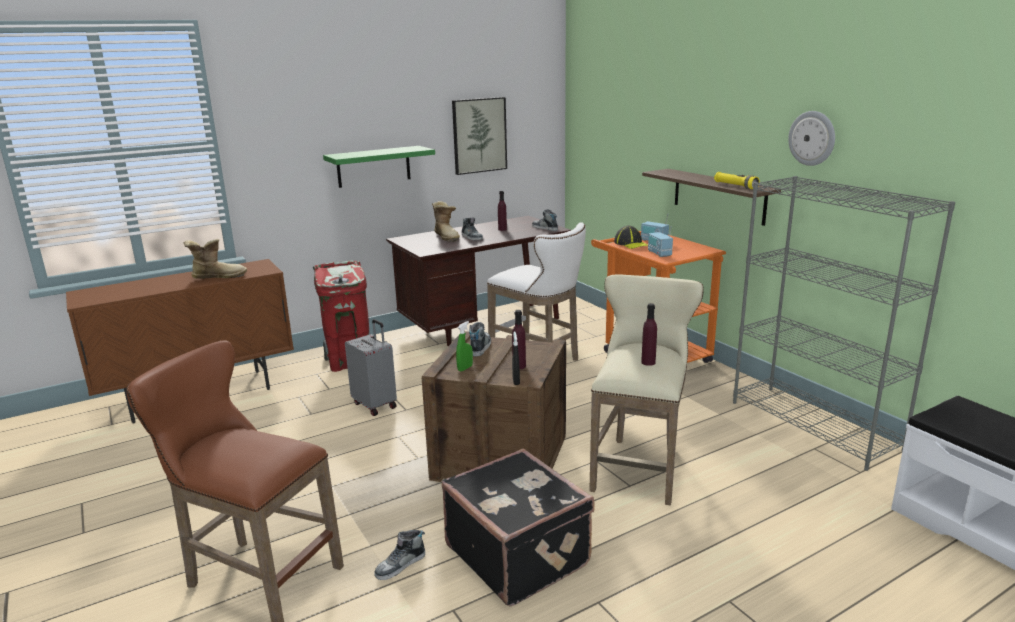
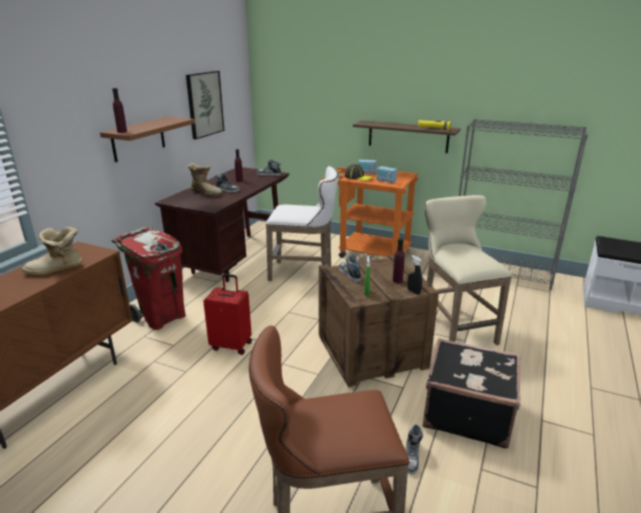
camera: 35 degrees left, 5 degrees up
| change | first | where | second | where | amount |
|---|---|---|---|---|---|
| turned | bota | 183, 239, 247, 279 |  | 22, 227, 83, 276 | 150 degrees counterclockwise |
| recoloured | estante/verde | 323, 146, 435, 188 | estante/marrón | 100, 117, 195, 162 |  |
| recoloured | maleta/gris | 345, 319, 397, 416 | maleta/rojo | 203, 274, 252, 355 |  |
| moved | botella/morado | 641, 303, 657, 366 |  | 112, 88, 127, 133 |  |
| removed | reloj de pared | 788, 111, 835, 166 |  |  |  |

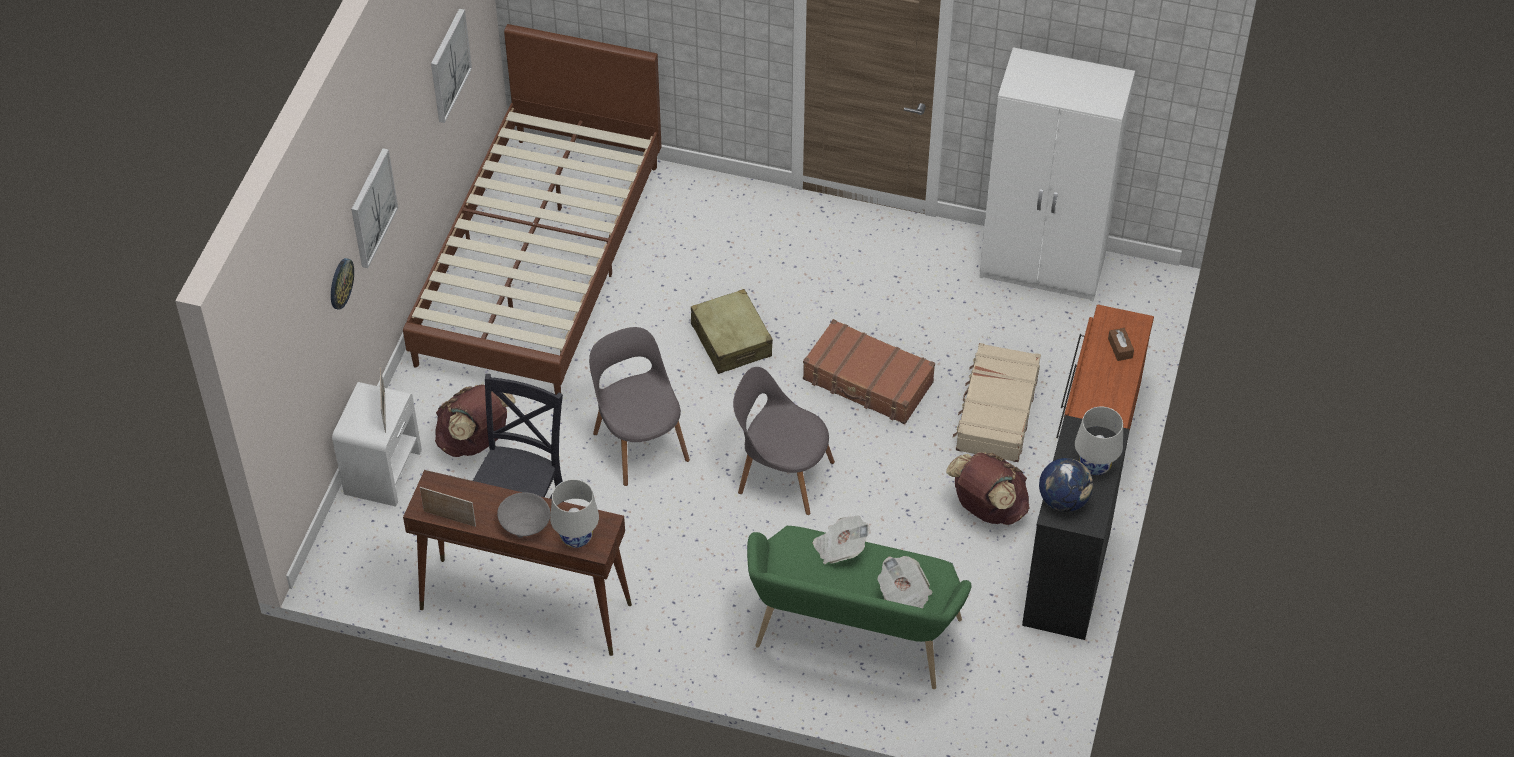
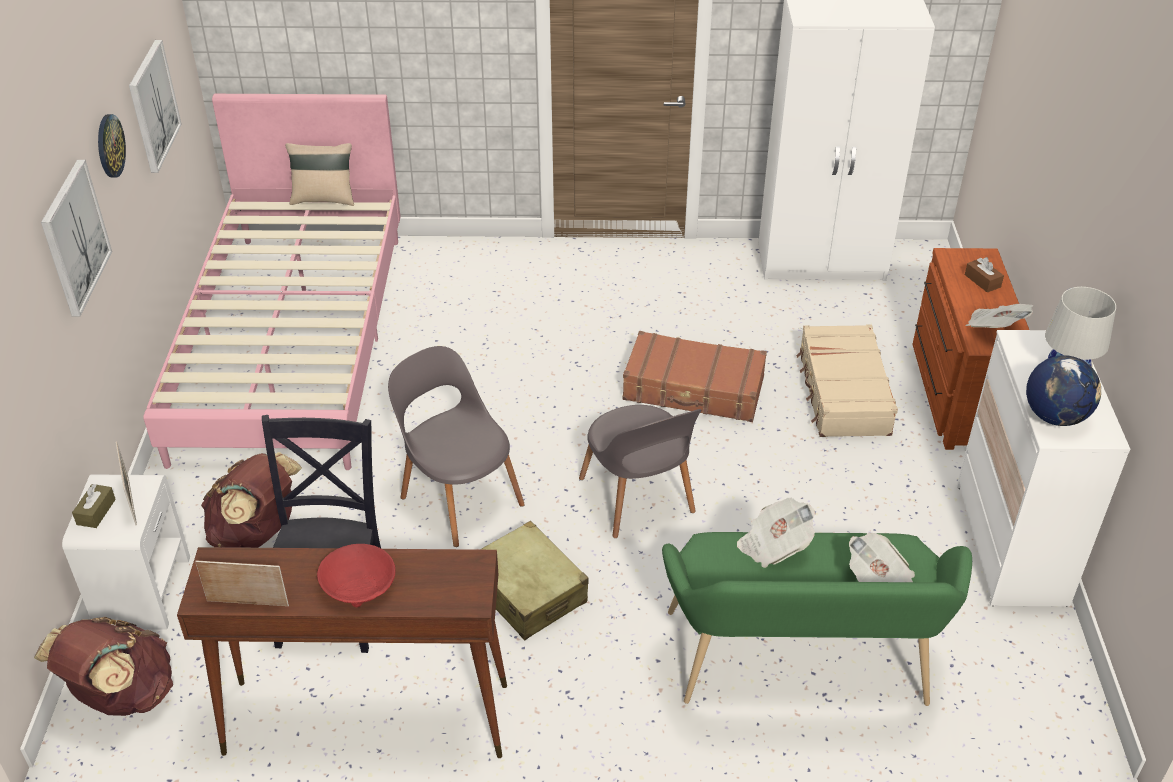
camera: 15 degrees left, 10 degrees down
| change | first | where | second | where | amount |
|---|---|---|---|---|---|
| moved | reloj de pared | 331, 258, 354, 310 |  | 98, 114, 126, 178 |  |
| recoloured | cama/marrón | 403, 24, 662, 395 | cama/rosa | 143, 94, 401, 470 |  |
| recoloured | cuenco/gris | 497, 492, 551, 538 | cuenco/rojo | 317, 544, 396, 607 |  |
| removed | lámpara de mesa/blanco | 550, 479, 599, 548 |  |  |  |
| moved | maleta/beis | 691, 289, 773, 374 |  | 480, 521, 589, 640 |  |
| turned | silla/gris | 733, 367, 835, 515 |  | 579, 405, 701, 538 | 120 degrees counterclockwise |
| moved | mochila/marrón | 946, 452, 1030, 525 |  | 34, 617, 173, 716 |  |
| recoloured | cómoda/negro | 1022, 415, 1130, 640 | cómoda/blanco | 957, 330, 1130, 607 |  |
| added |  |  | caja de pañuelos/marrón | 72, 484, 116, 528 |  |
| added |  |  | cojín/beis | 285, 143, 354, 206 |  |
| added |  |  | periódico | 966, 304, 1034, 328 |  |

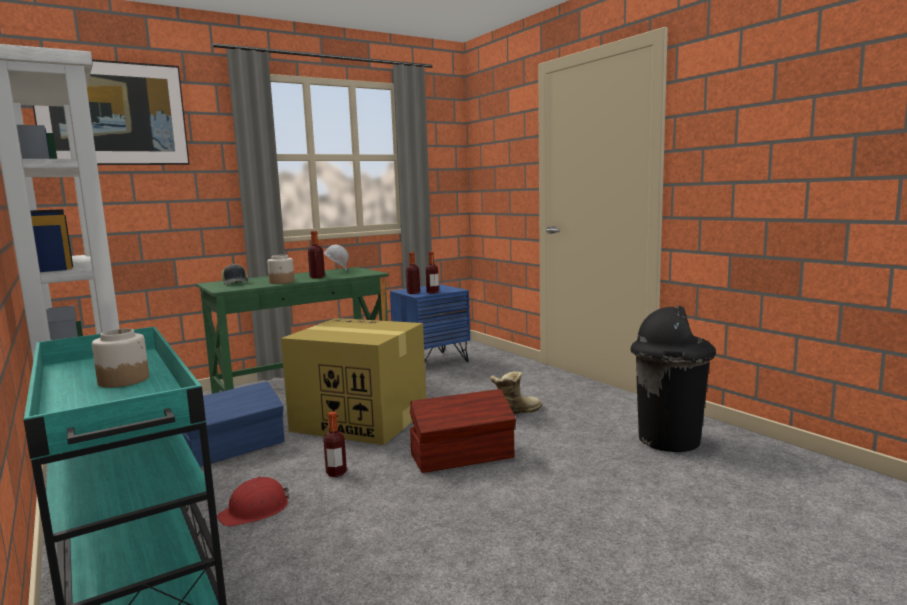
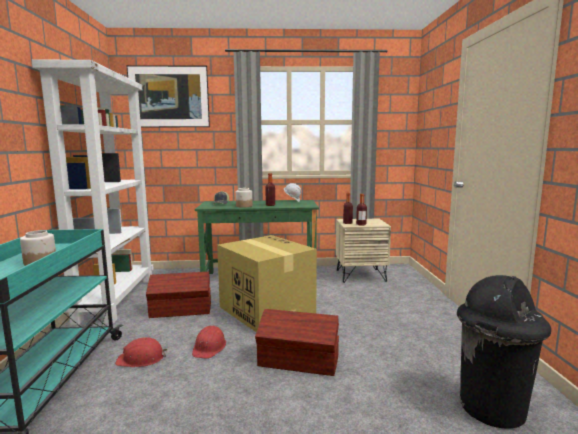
camera: 30 degrees right, 0 degrees up
| change | first | where | second | where | amount |
|---|---|---|---|---|---|
| recoloured | caja de almacenaje/azul | 182, 381, 285, 467 | caja de almacenaje/marrón | 146, 272, 211, 318 |  |
| replaced | botella | 323, 411, 347, 477 | casco/rojo | 192, 326, 226, 359 |  |
| recoloured | mesita de noche/azul | 390, 284, 470, 362 | mesita de noche/beis | 336, 219, 391, 283 |  |
| removed | bota | 490, 371, 542, 414 |  |  |  |

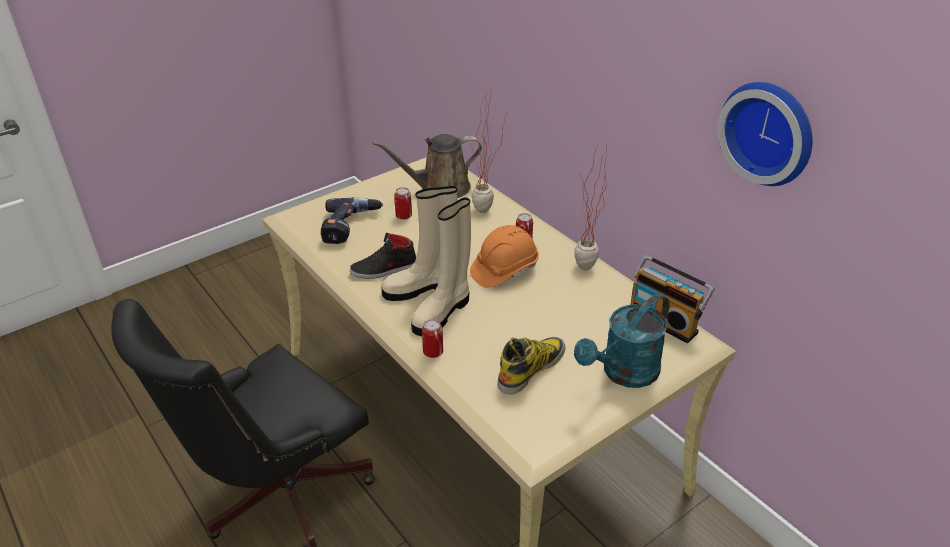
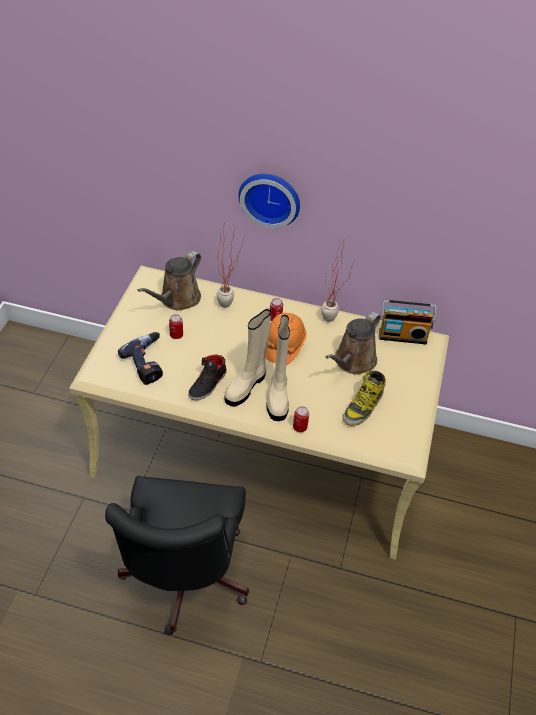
camera: 40 degrees left, 10 degrees up
| change | first | where | second | where | amount |
|---|---|---|---|---|---|
| turned | bota | 497, 337, 565, 395 |  | 342, 371, 386, 426 | 150 degrees counterclockwise |
| removed | regadera/turquesa | 574, 294, 670, 388 |  |  |  |
| moved | reloj de pared | 718, 82, 813, 186 |  | 239, 174, 300, 228 |  |
| added |  |  | regadera/marrón | 326, 312, 381, 375 |  |

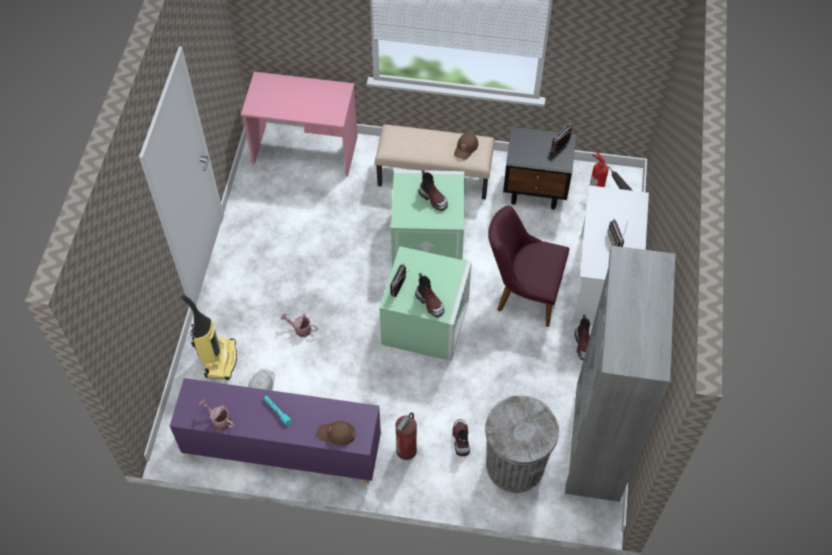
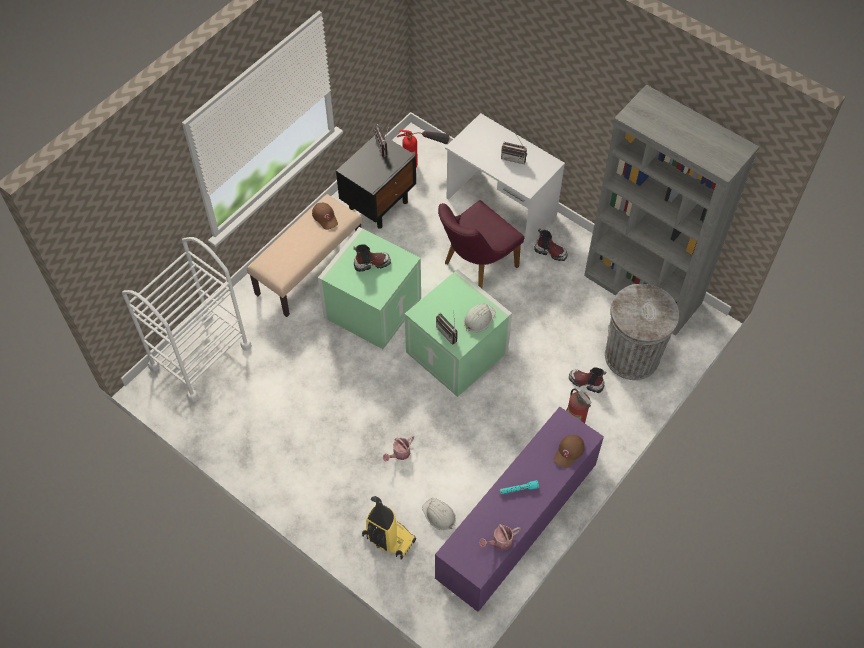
camera: 60 degrees left, 0 degrees up
| change | first | where | second | where | amount |
|---|---|---|---|---|---|
| replaced | escritorio/rosa | 241, 72, 358, 176 | carrito/blanco | 122, 237, 252, 402 |  |
| replaced | bota | 415, 273, 445, 318 | casco/blanco | 464, 304, 496, 332 |  |

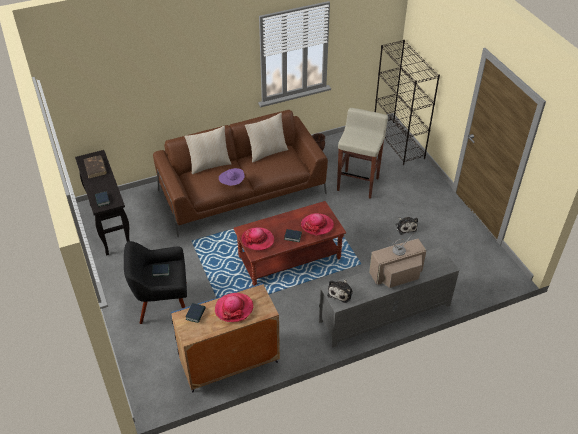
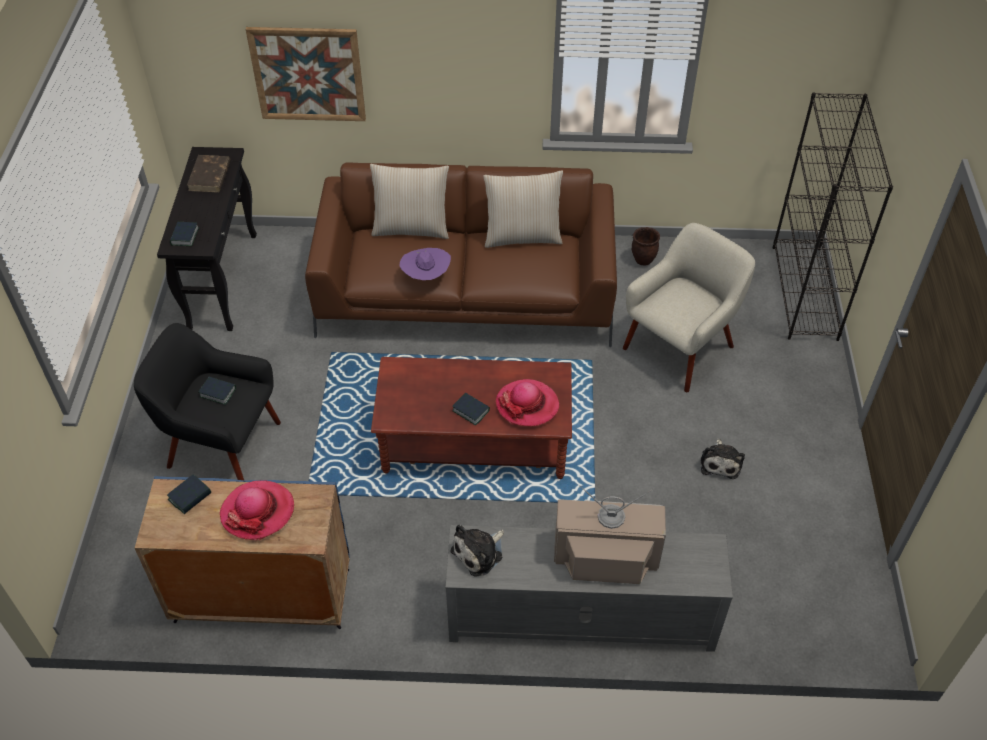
camera: 25 degrees right, 5 degrees up
| change | first | where | second | where | amount |
|---|---|---|---|---|---|
| removed | sombrero | 241, 227, 274, 250 |  |  |  |
| replaced | taburete/beis | 337, 108, 388, 199 | sillón/beis | 623, 223, 755, 392 |  |
| added |  |  | cuadro | 246, 27, 366, 121 |  |

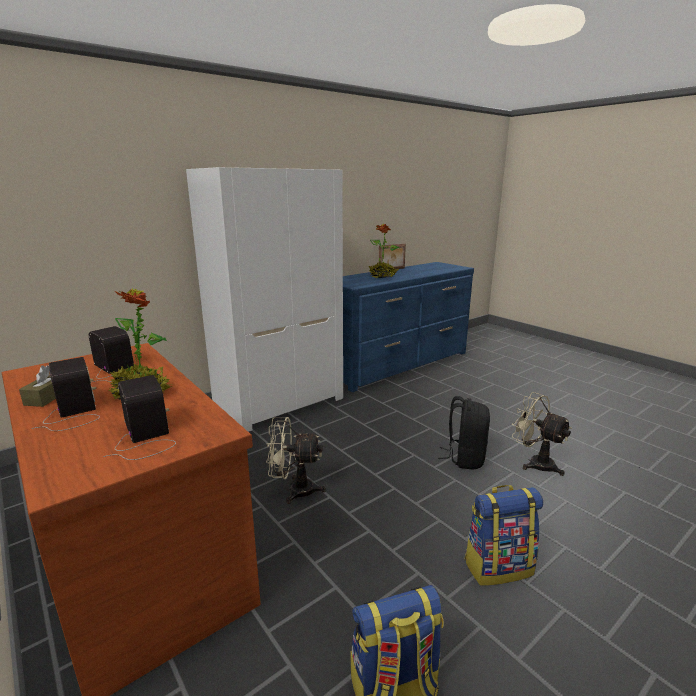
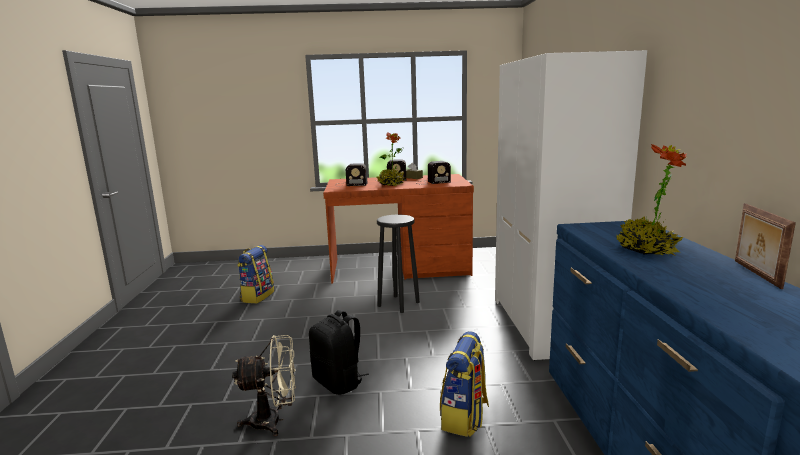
camera: 125 degrees right, 5 degrees down
| change | first | where | second | where | amount |
|---|---|---|---|---|---|
| replaced | ventilador/beis | 266, 417, 326, 504 | taburete/negro | 377, 215, 420, 313 |  |
| moved | mochila | 465, 485, 543, 585 |  | 440, 331, 489, 437 |  |

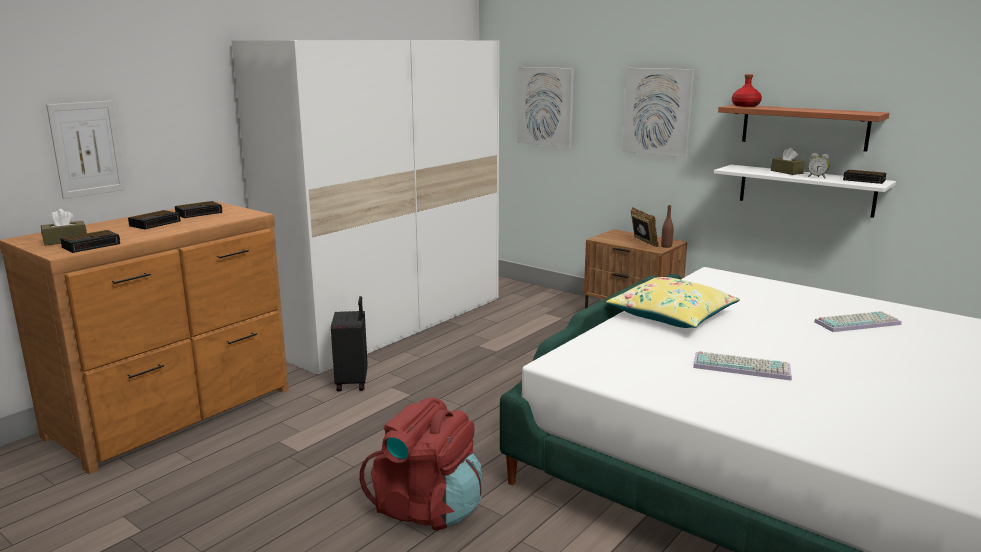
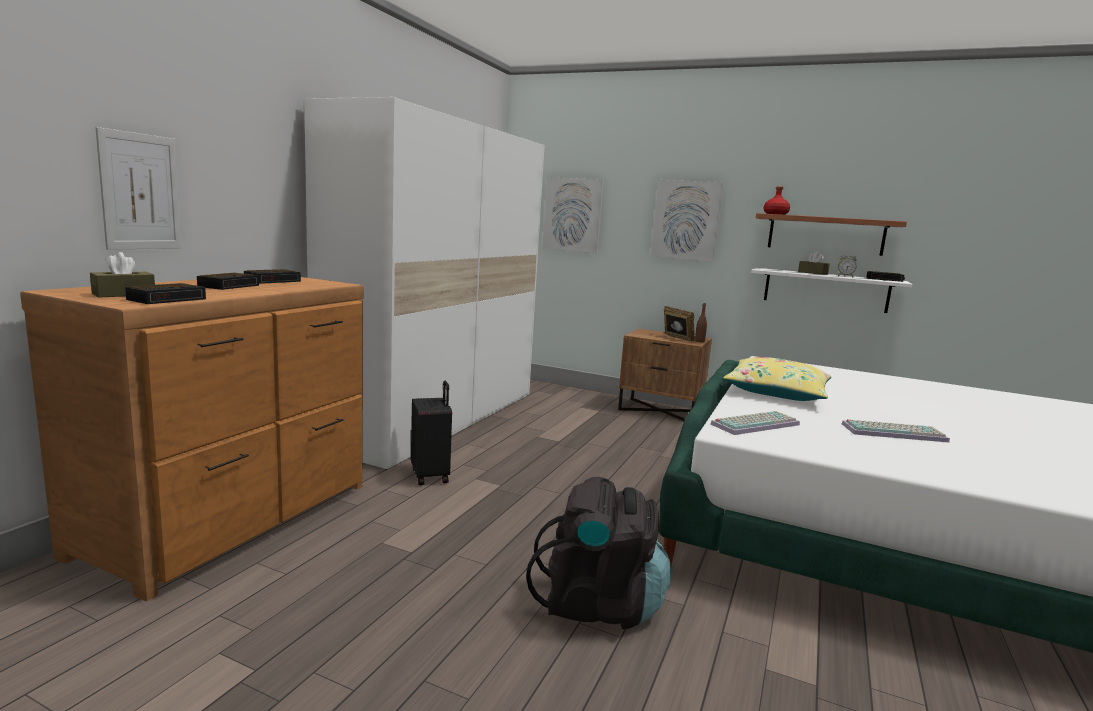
camera: 15 degrees left, 5 degrees down
| change | first | where | second | where | amount |
|---|---|---|---|---|---|
| recoloured | mochila/rojo | 360, 398, 483, 530 | mochila/negro | 526, 477, 671, 629 |  |
| moved | teclado | 814, 311, 902, 332 |  | 710, 411, 800, 435 |  |

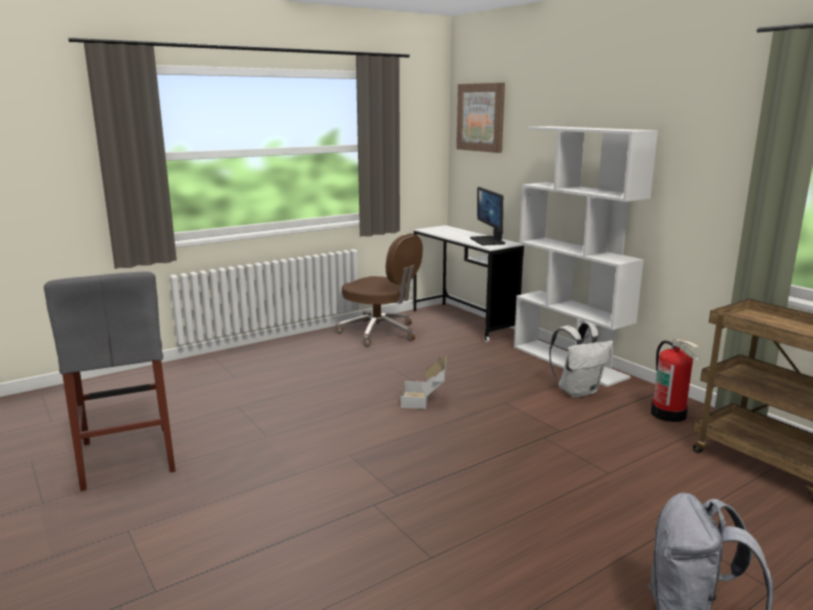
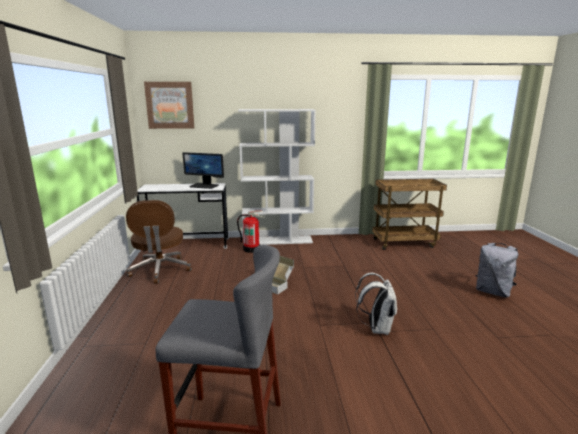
camera: 60 degrees left, 0 degrees up
| change | first | where | second | where | amount |
|---|---|---|---|---|---|
| turned | silla de oficina/marrón | 336, 233, 423, 347 |  | 126, 200, 192, 284 | 105 degrees clockwise |
| moved | mochila/blanco | 549, 322, 613, 398 |  | 355, 273, 397, 335 |  |
| moved | extintor | 651, 339, 700, 422 |  | 237, 211, 265, 253 |  |

